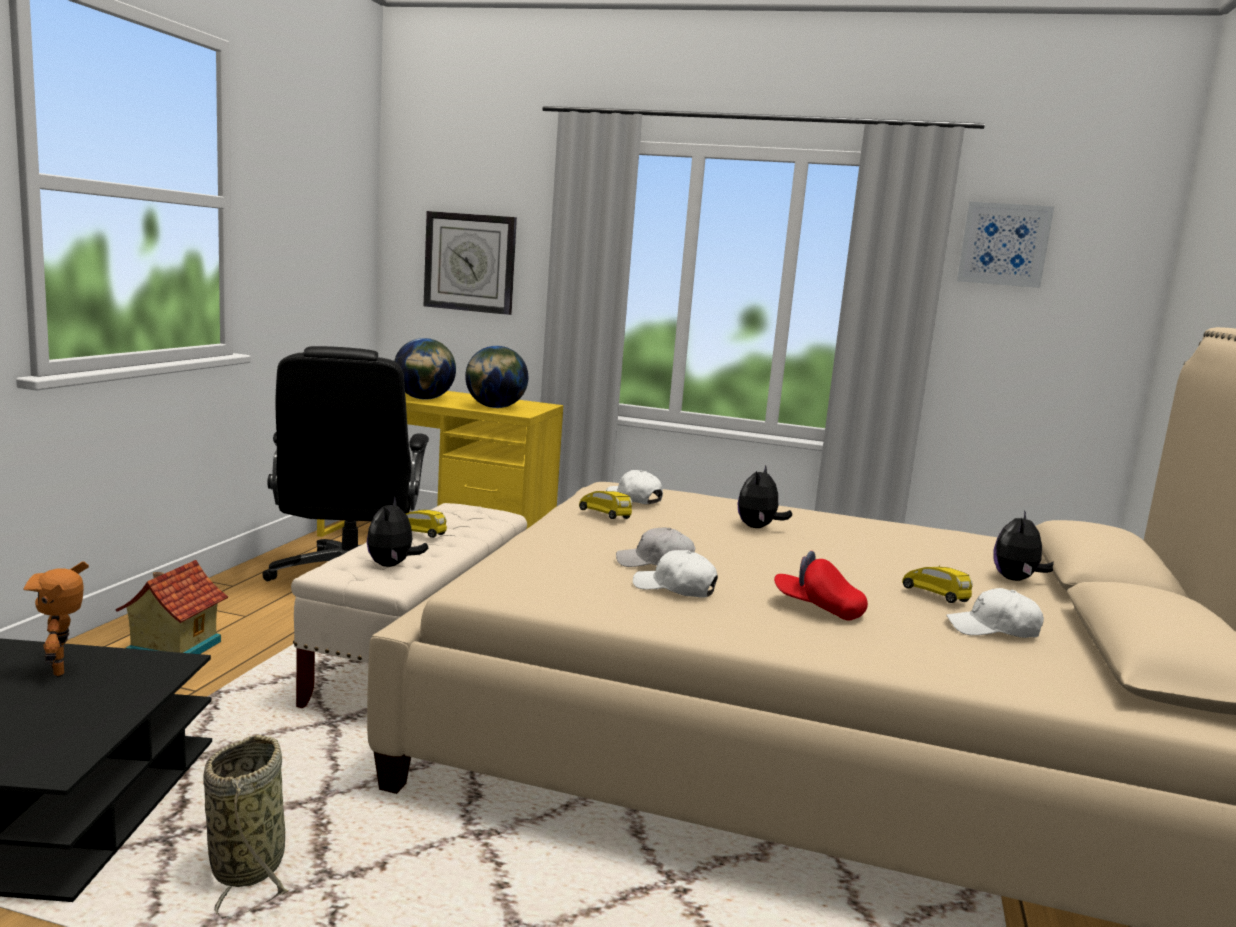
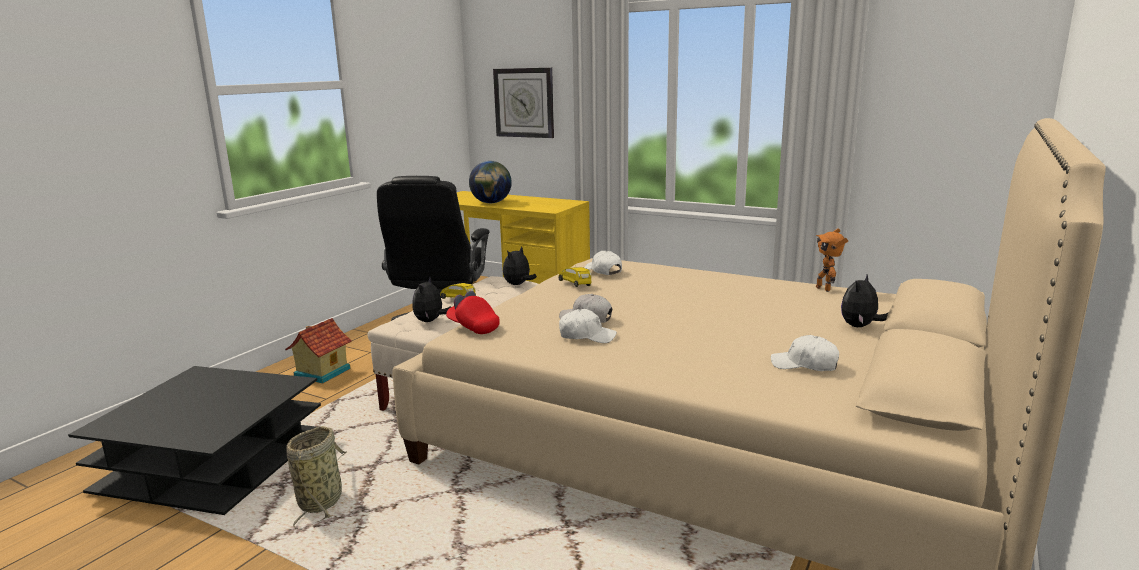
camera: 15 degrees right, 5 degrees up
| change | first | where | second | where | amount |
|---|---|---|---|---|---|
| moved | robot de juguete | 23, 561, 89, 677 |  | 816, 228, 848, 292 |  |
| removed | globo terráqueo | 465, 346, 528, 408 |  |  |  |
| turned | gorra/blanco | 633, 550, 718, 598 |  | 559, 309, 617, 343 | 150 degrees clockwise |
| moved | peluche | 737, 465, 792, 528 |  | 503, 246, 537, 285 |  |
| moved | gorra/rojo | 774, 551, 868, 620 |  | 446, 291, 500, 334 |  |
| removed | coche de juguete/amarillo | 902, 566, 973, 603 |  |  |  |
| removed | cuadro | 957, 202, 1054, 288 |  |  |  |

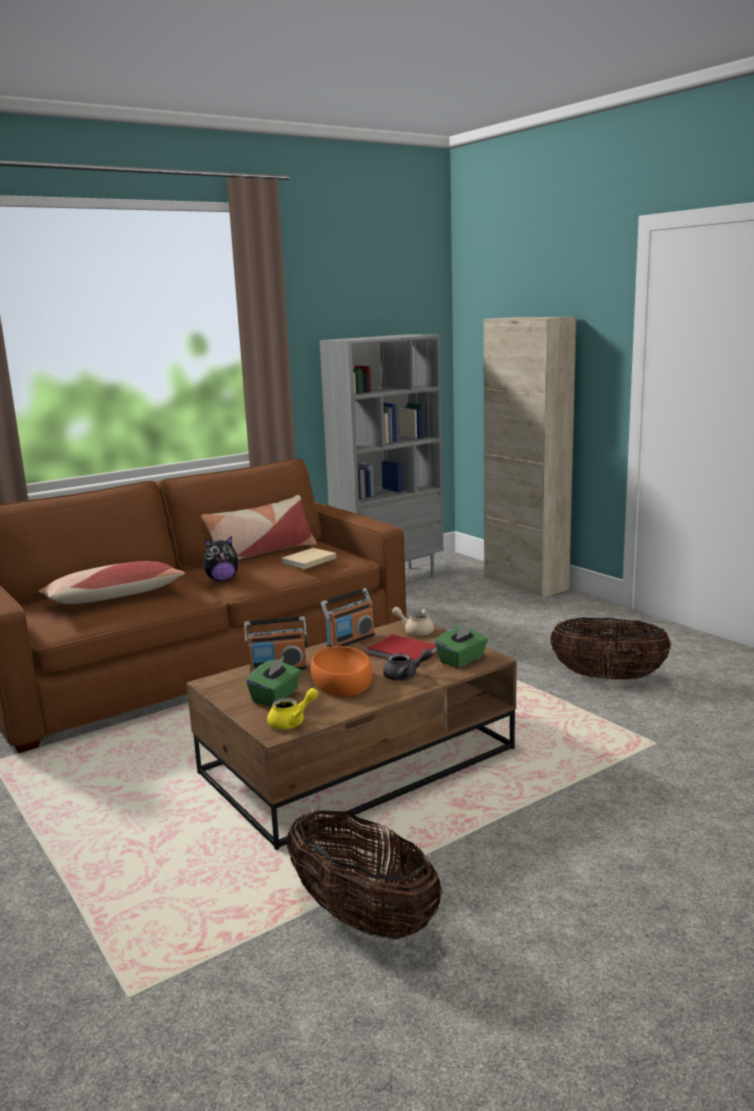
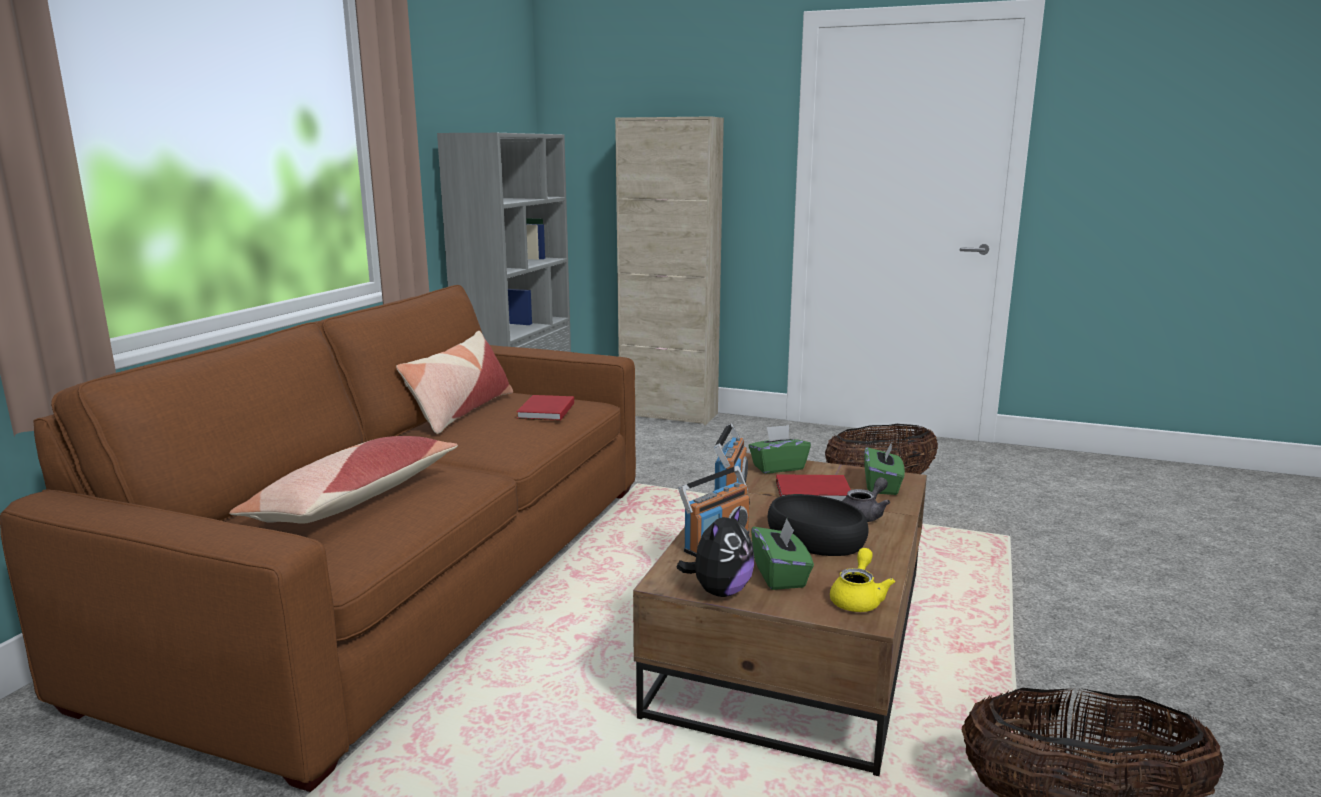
camera: 35 degrees left, 0 degrees up
| change | first | where | second | where | amount |
|---|---|---|---|---|---|
| moved | peluche | 203, 536, 239, 581 |  | 676, 506, 754, 597 |  |
| recoloured | libro/beis | 281, 548, 336, 569 | libro/rojo | 516, 395, 574, 421 |  |
| recoloured | cuenco/naranja | 311, 646, 372, 697 | cuenco/negro | 768, 494, 868, 556 |  |
| replaced | tetera/beis | 392, 607, 434, 636 | caja de pañuelos/verde | 749, 425, 811, 474 |  |

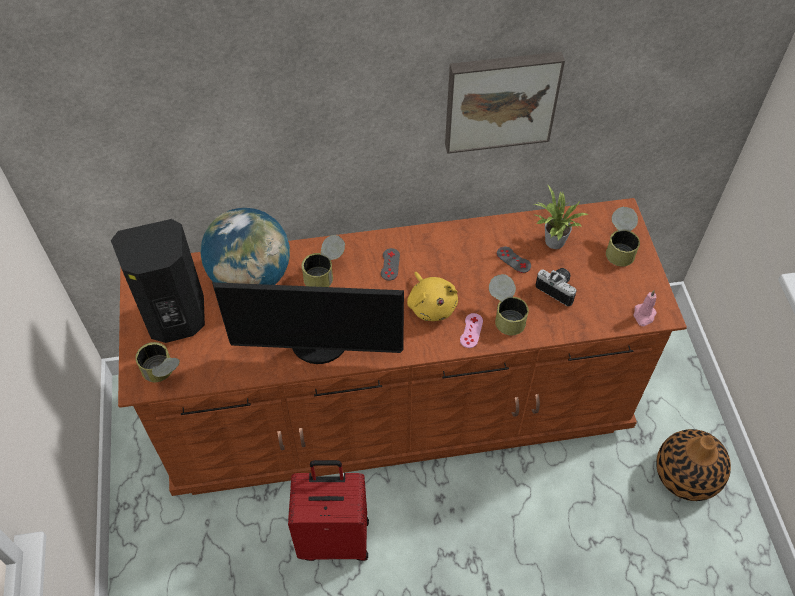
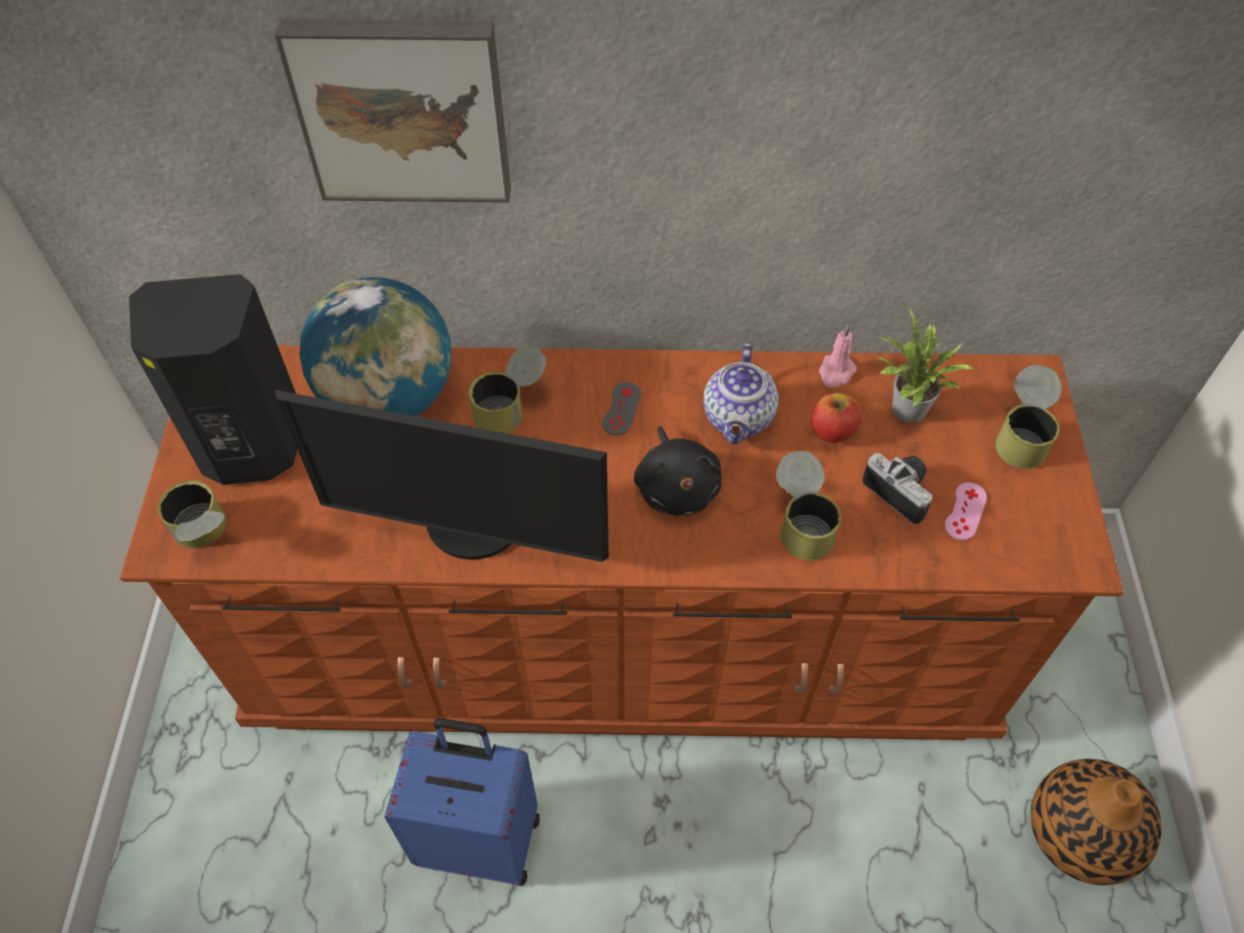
camera: 10 degrees right, 0 degrees up
| change | first | where | second | where | amount |
|---|---|---|---|---|---|
| recoloured | maleta/rojo | 288, 460, 369, 561 | maleta/azul | 384, 718, 540, 886 |  |
| recoloured | peluche/amarillo | 407, 272, 458, 321 | peluche/negro | 634, 427, 722, 516 |  |
| moved | cuadro | 445, 52, 565, 154 |  | 274, 19, 511, 203 |  |
| moved | mando de consola/rosa | 460, 313, 483, 348 |  | 944, 482, 987, 540 |  |
| replaced | mando de consola/gris | 497, 246, 531, 273 | manzana | 811, 393, 861, 443 |  |
| moved | vela/rosa | 633, 290, 657, 326 |  | 819, 325, 857, 388 |  |
| added |  |  | tetera | 703, 343, 779, 444 |  |

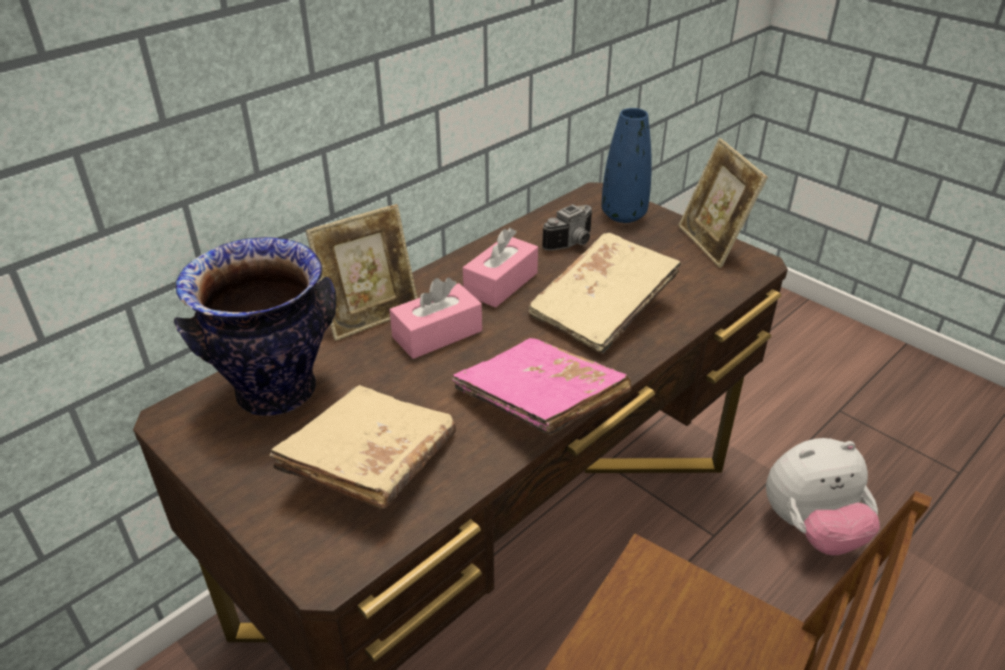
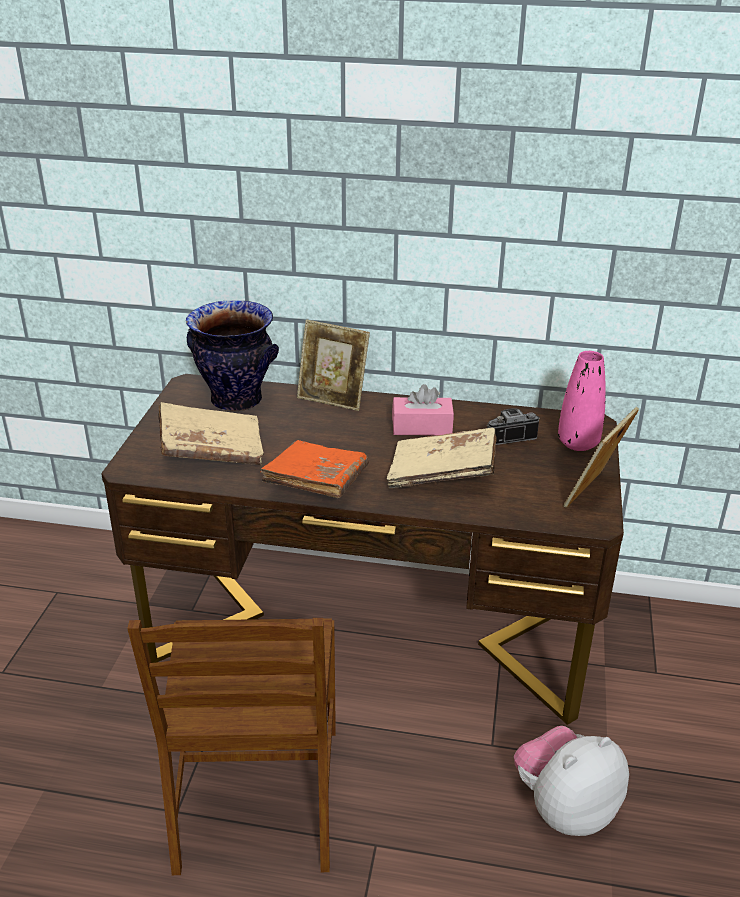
camera: 55 degrees right, 5 degrees down
| change | first | where | second | where | amount |
|---|---|---|---|---|---|
| removed | caja de pañuelos/rosa | 390, 277, 482, 359 |  |  |  |
| recoloured | libro/rosa | 452, 338, 632, 436 | libro/naranja | 260, 440, 369, 498 |  |
| turned | cámara | 542, 204, 592, 251 |  | 487, 408, 540, 445 | 150 degrees clockwise |
| recoloured | florero/azul | 602, 108, 652, 223 | florero/rosa | 558, 351, 606, 451 |  |
| turned | peluche | 766, 438, 880, 556 |  | 514, 726, 629, 836 | 105 degrees clockwise |

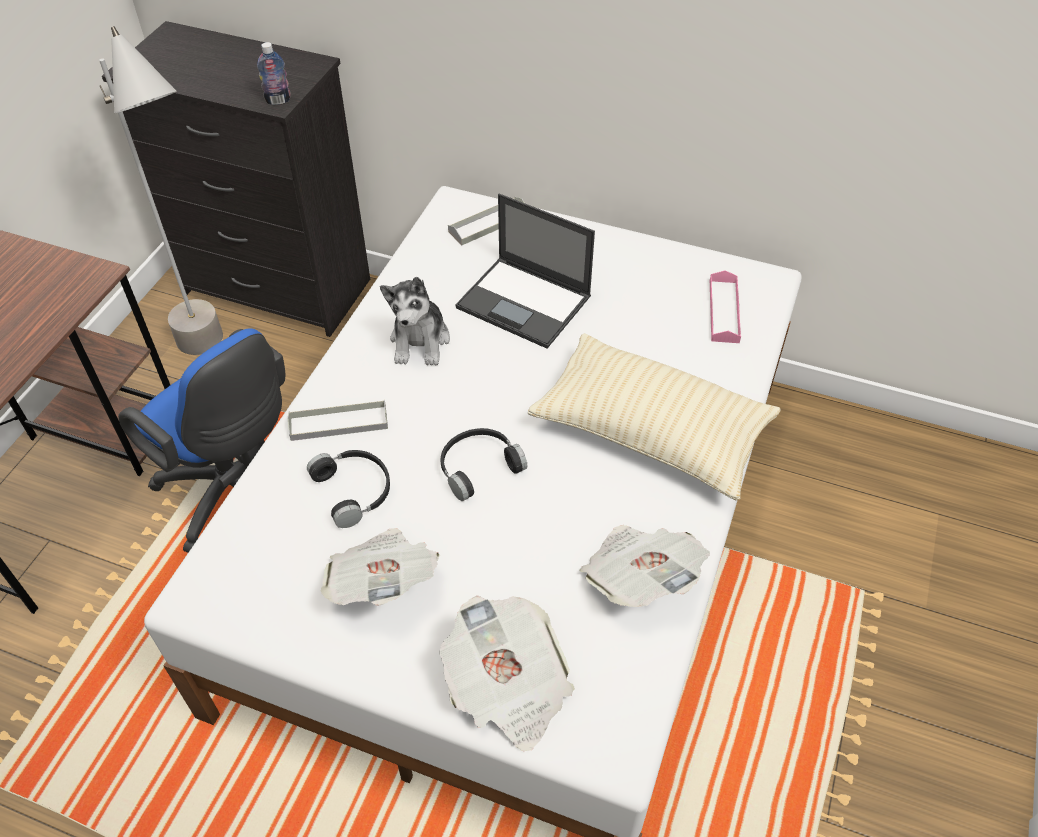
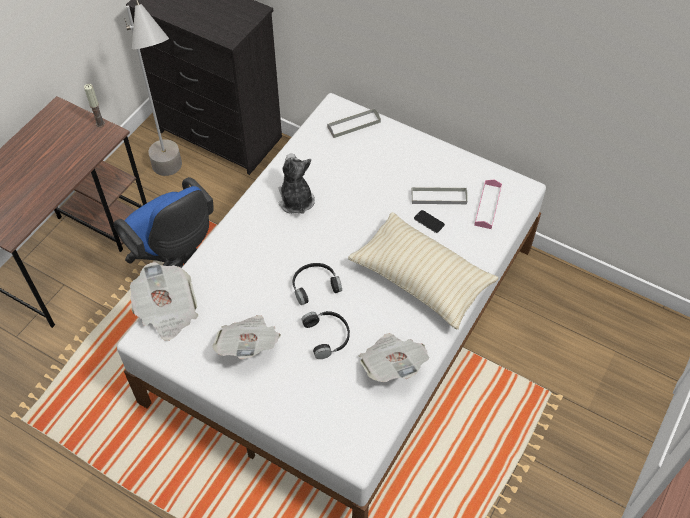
camera: 10 degrees right, 5 degrees up
| change | first | where | second | where | amount |
|---|---|---|---|---|---|
| removed | botella | 257, 42, 291, 105 |  |  |  |
| moved | bandeja/gris | 288, 400, 388, 441 |  | 411, 187, 467, 204 |  |
| moved | auriculares/negro | 307, 450, 390, 528 |  | 301, 311, 350, 359 |  |
| turned | peluche | 380, 277, 450, 366 |  | 279, 153, 315, 214 | 150 degrees clockwise |
| moved | periódico | 439, 596, 575, 751 |  | 130, 262, 198, 341 |  |
| removed | portátil | 455, 194, 595, 349 |  |  |  |
| added |  |  | vela | 84, 84, 105, 127 |  |
| added |  |  | móvil | 414, 210, 445, 233 |  |

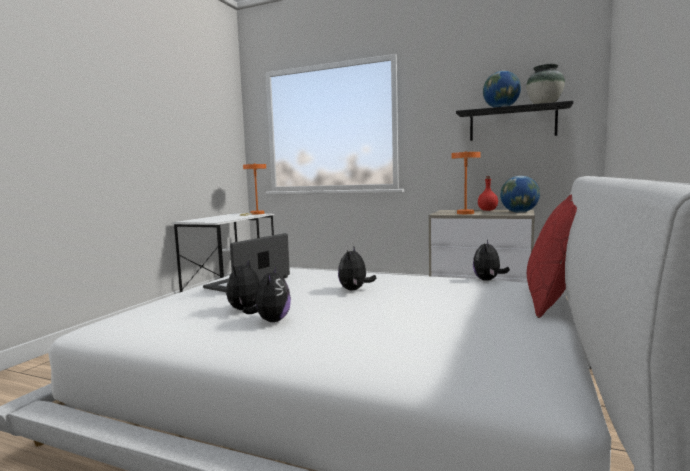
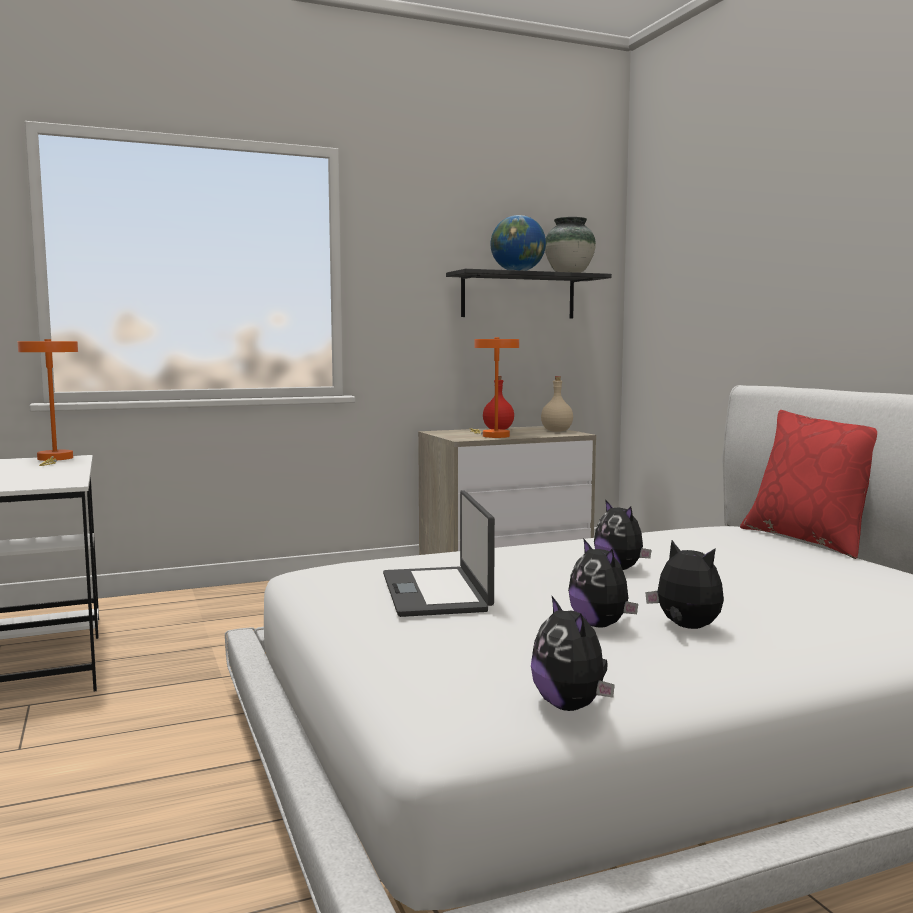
camera: 45 degrees left, 0 degrees up
| change | first | where | second | where | amount |
|---|---|---|---|---|---|
| moved | peluche | 473, 240, 510, 281 |  | 531, 596, 615, 711 |  |
| replaced | globo terráqueo | 500, 176, 540, 213 | botella/beis | 541, 376, 573, 432 |  |

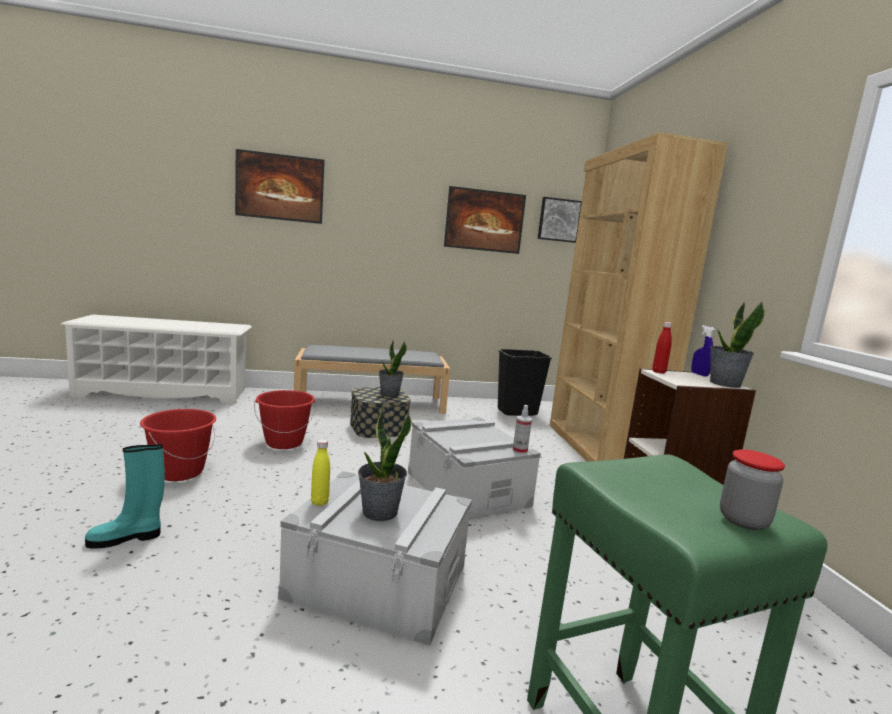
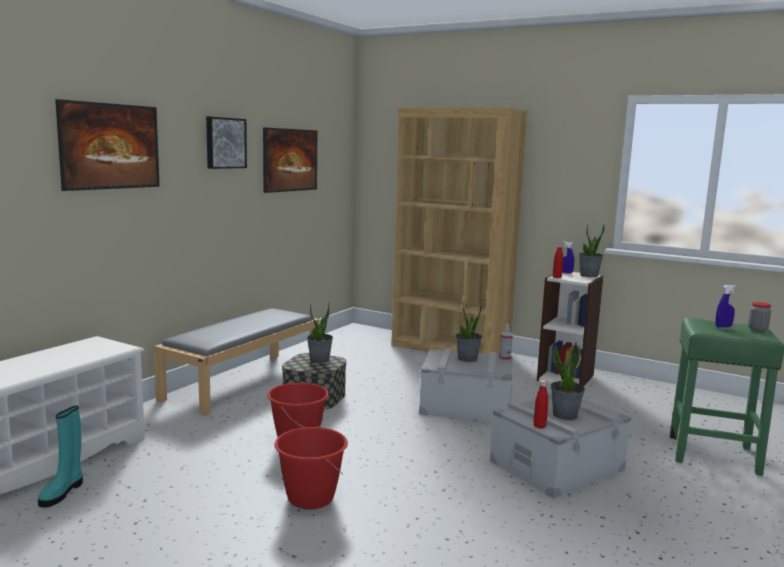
camera: 50 degrees left, 0 degrees up
| change | first | where | second | where | amount |
|---|---|---|---|---|---|
| moved | bota/turquesa | 85, 444, 165, 548 |  | 38, 406, 83, 508 |  |
| recoloured | botella/amarillo | 311, 439, 330, 506 | botella/rojo | 534, 380, 548, 429 |  |
| removed | papelera/negro | 498, 349, 552, 416 |  |  |  |
| moved | cuadro | 538, 197, 582, 243 |  | 206, 117, 247, 169 |  |
| added |  |  | planta en maceta | 456, 301, 482, 362 |  |
| added |  |  | pulverizador/azul | 715, 285, 736, 327 |  |

